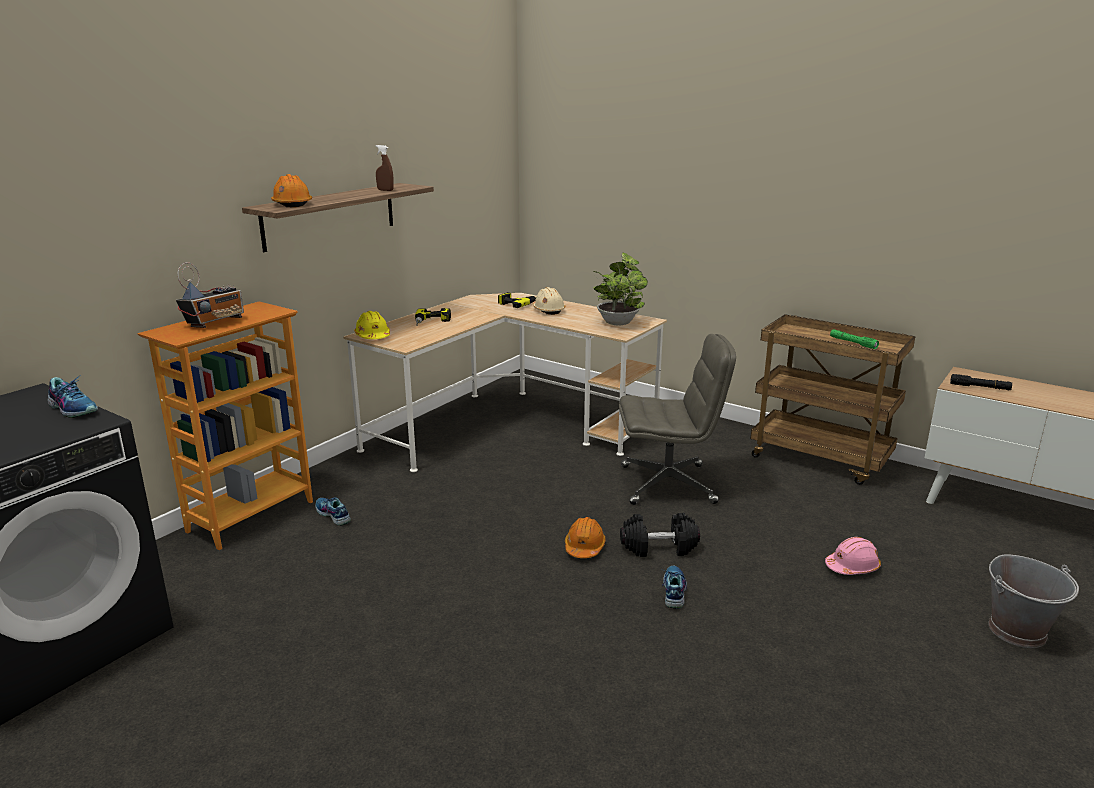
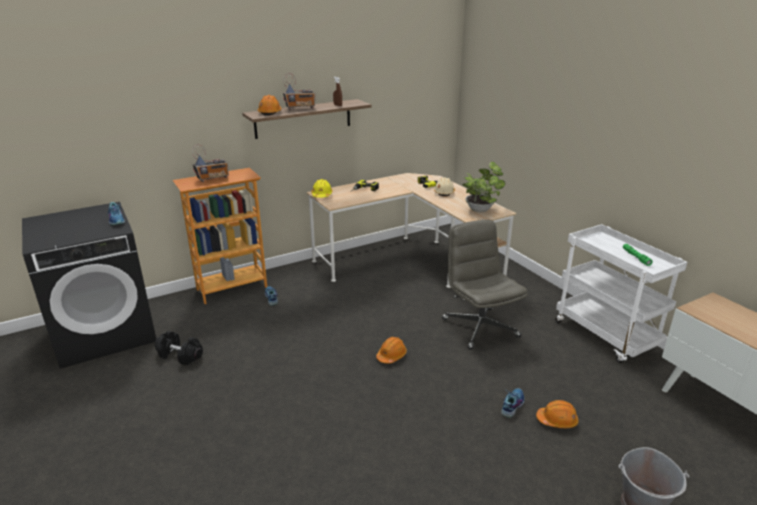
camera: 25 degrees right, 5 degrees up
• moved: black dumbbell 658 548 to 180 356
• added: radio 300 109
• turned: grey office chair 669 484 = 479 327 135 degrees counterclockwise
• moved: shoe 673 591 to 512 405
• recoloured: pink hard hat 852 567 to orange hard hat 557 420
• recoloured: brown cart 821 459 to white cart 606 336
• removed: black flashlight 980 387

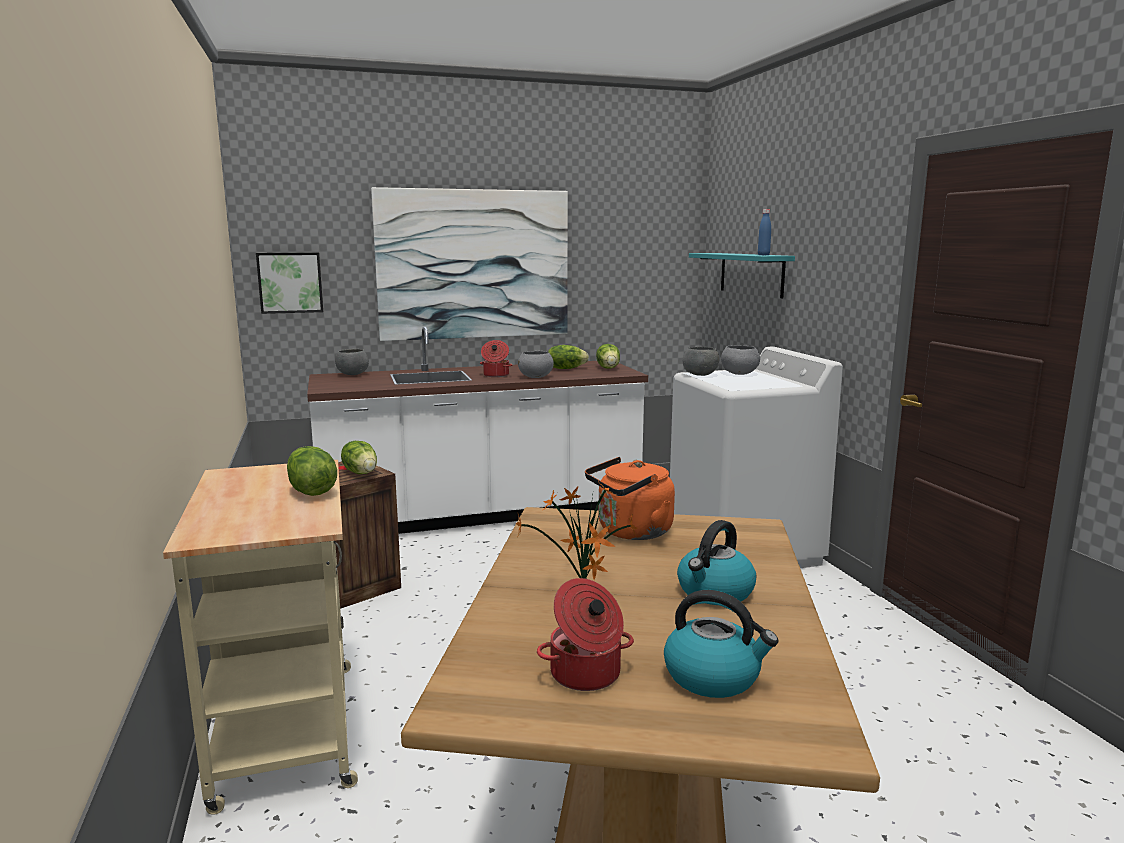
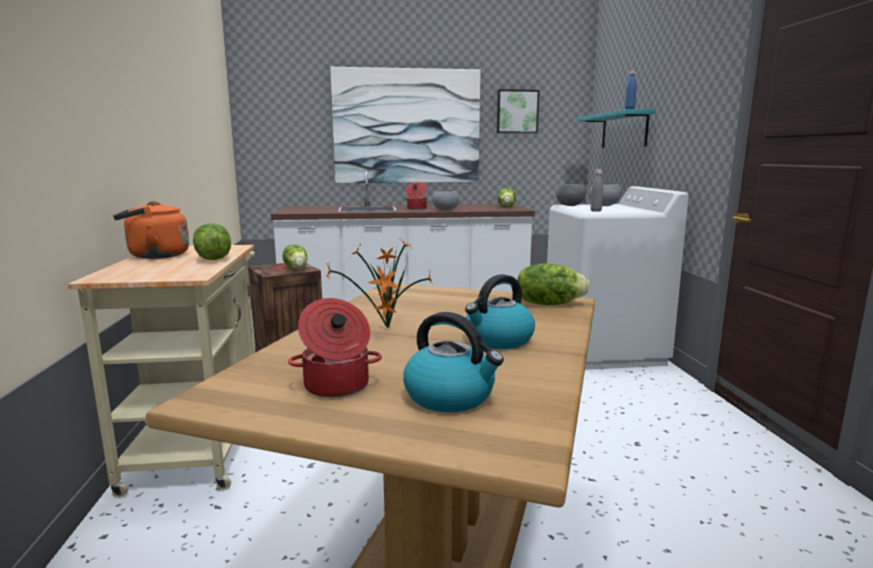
camera: 10 degrees right, 0 degrees up
• moved: orange kettle 631 532 to 155 256
• moved: picture 290 282 to 517 111
• moved: lettuce 566 368 to 548 304
• added: grey bottle 595 211
• removed: grey bowl 352 374

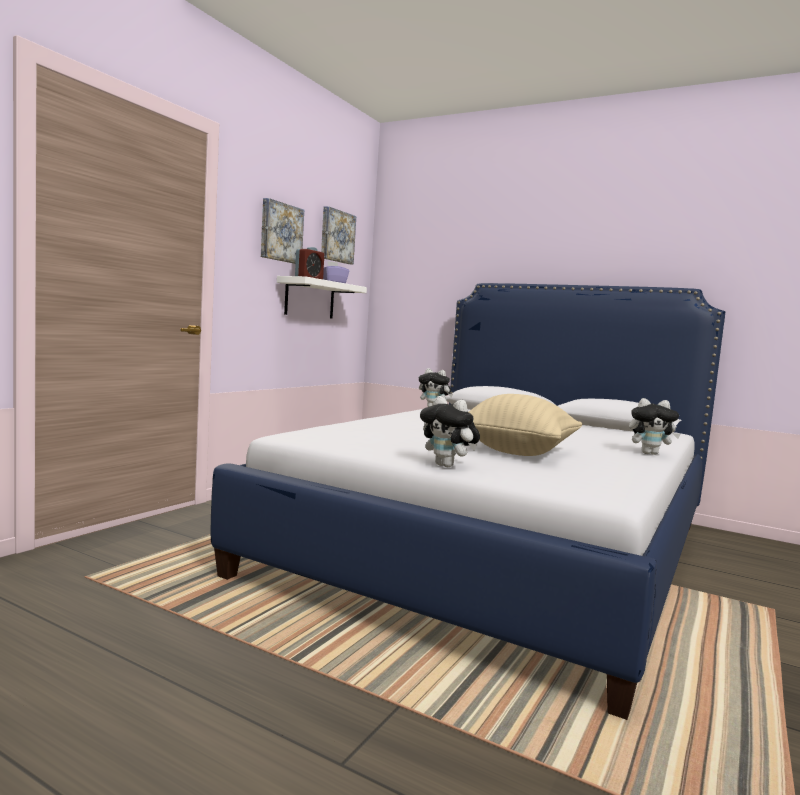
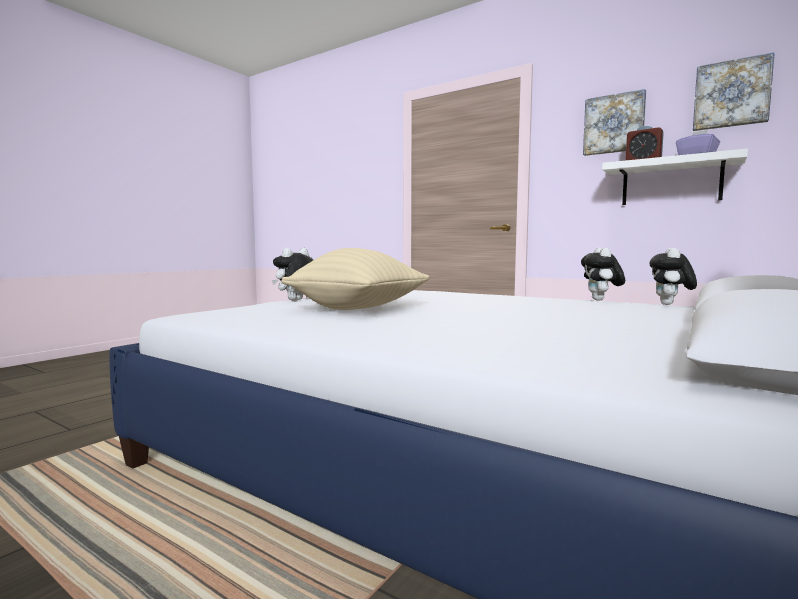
camera: 95 degrees right, 0 degrees up
• moved: plush toy 650 453 to 601 300

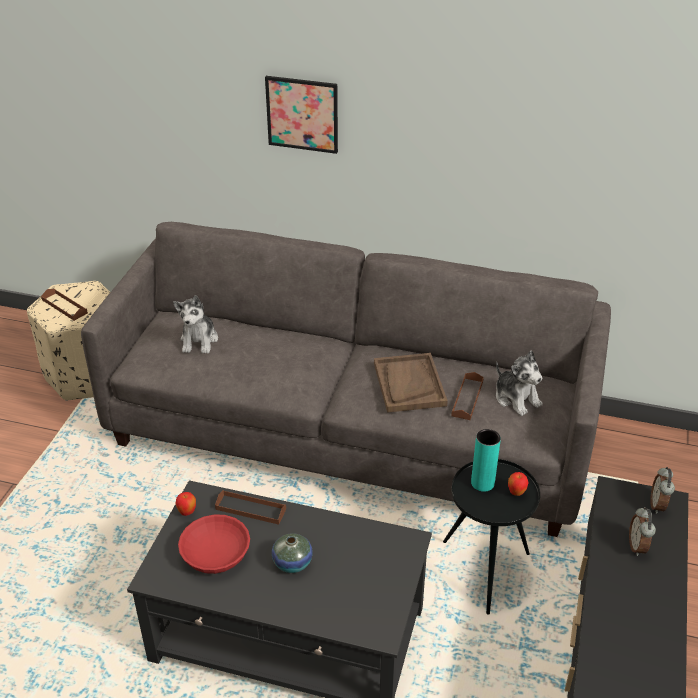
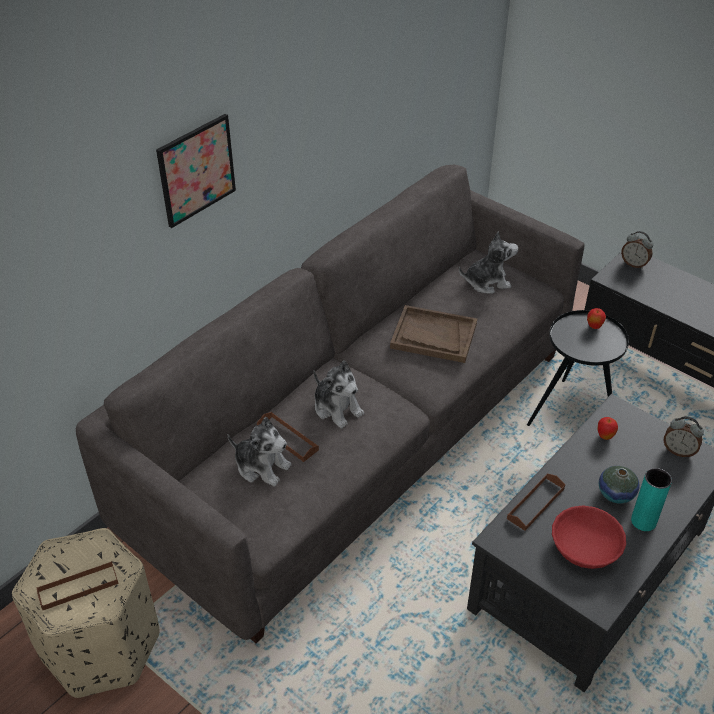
camera: 65 degrees left, 5 degrees up
• moved: brown tray 467 398 to 287 438
• added: plush toy 337 408
• moved: apple 187 512 to 605 436
• moved: turquoise vase 482 483 to 643 521
• moved: alarm clock 638 546 to 678 451

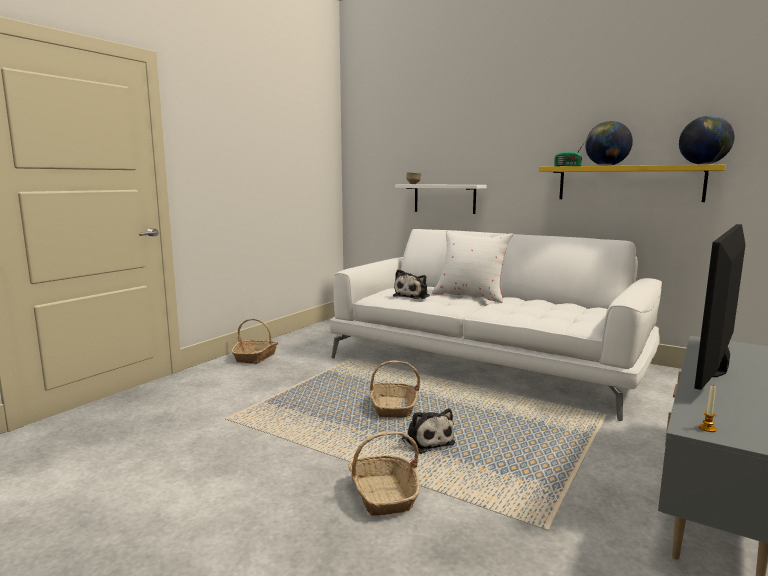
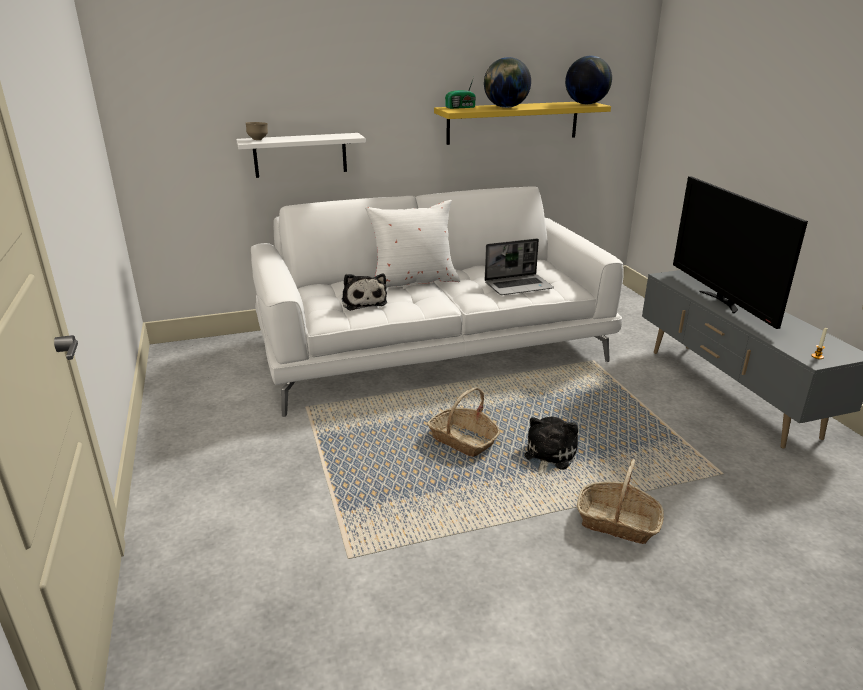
camera: 50 degrees left, 15 degrees up
• added: laptop 519 286
• turned: plush toy 426 440 = 548 456 75 degrees counterclockwise
• removed: basket 256 357

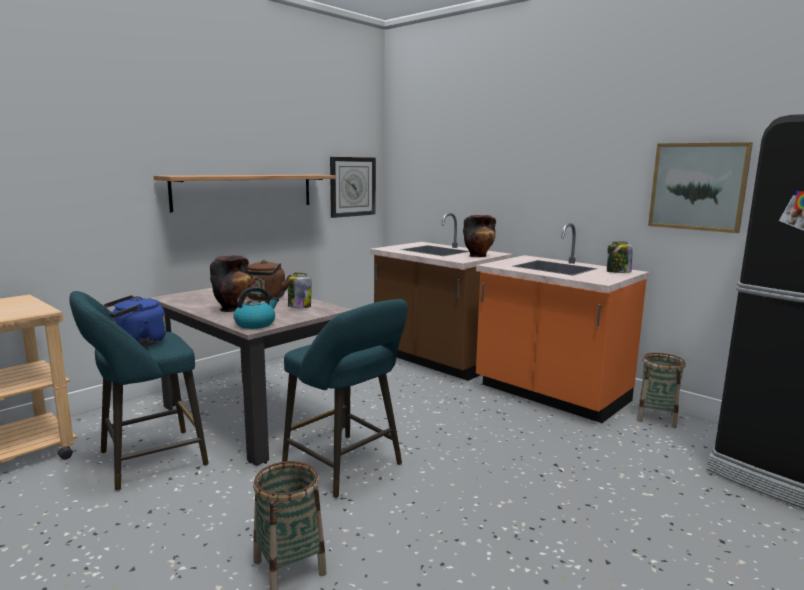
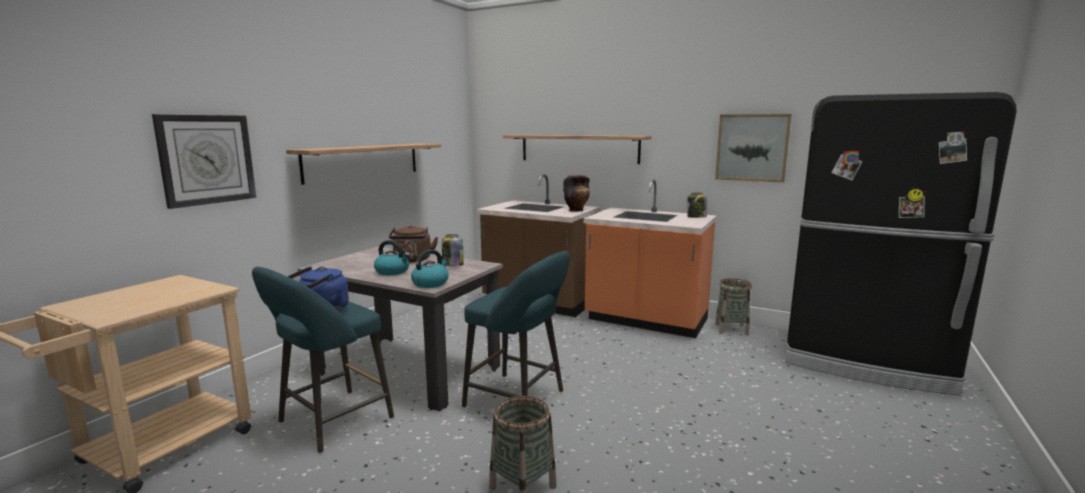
camera: 15 degrees left, 0 degrees up
• moved: wall clock 352 186 to 207 159
• replaced: vase 232 308 to kettle 393 271
• added: shelf 578 148

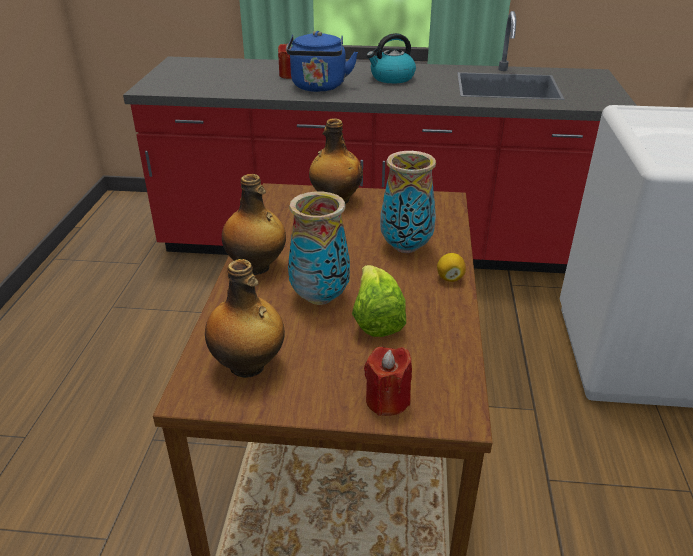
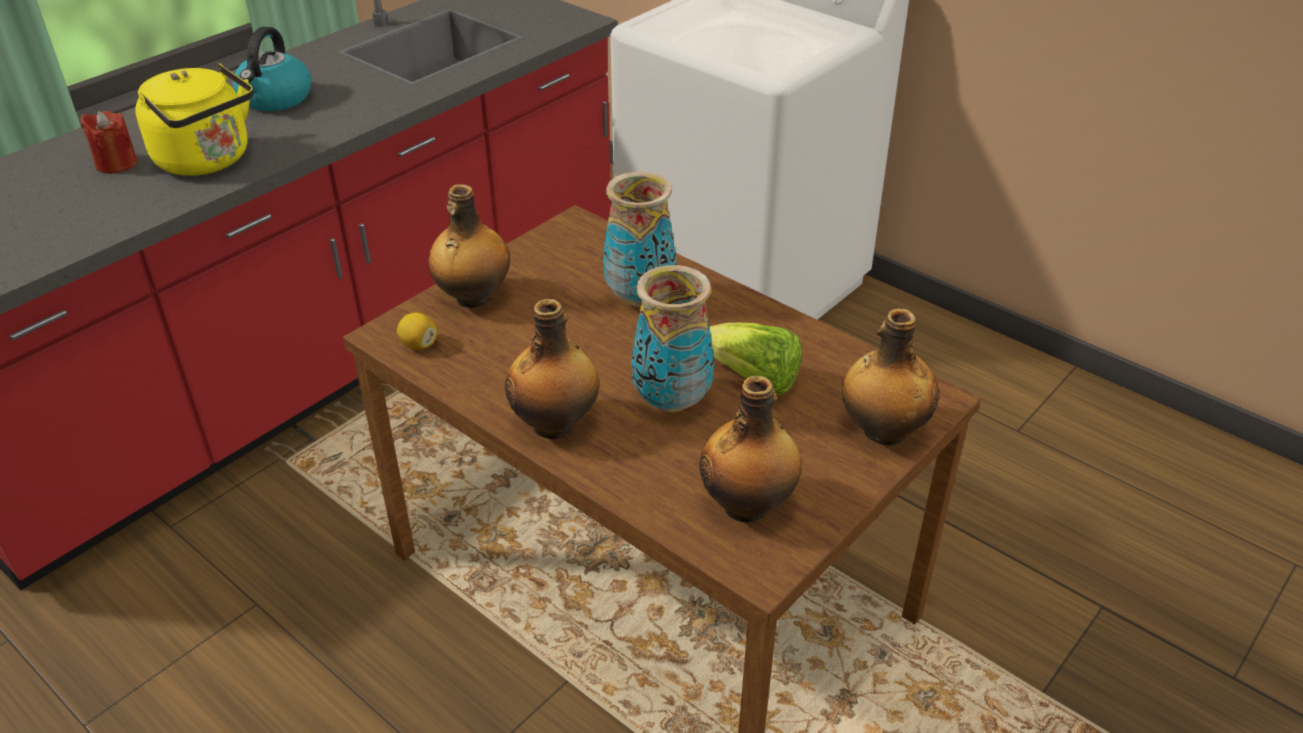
camera: 55 degrees left, 5 degrees up
• recoloured: blue kettle 319 87 to yellow kettle 208 161
• moved: lemon 450 278 to 419 345
• replaced: red candle 387 400 to bottle 882 431

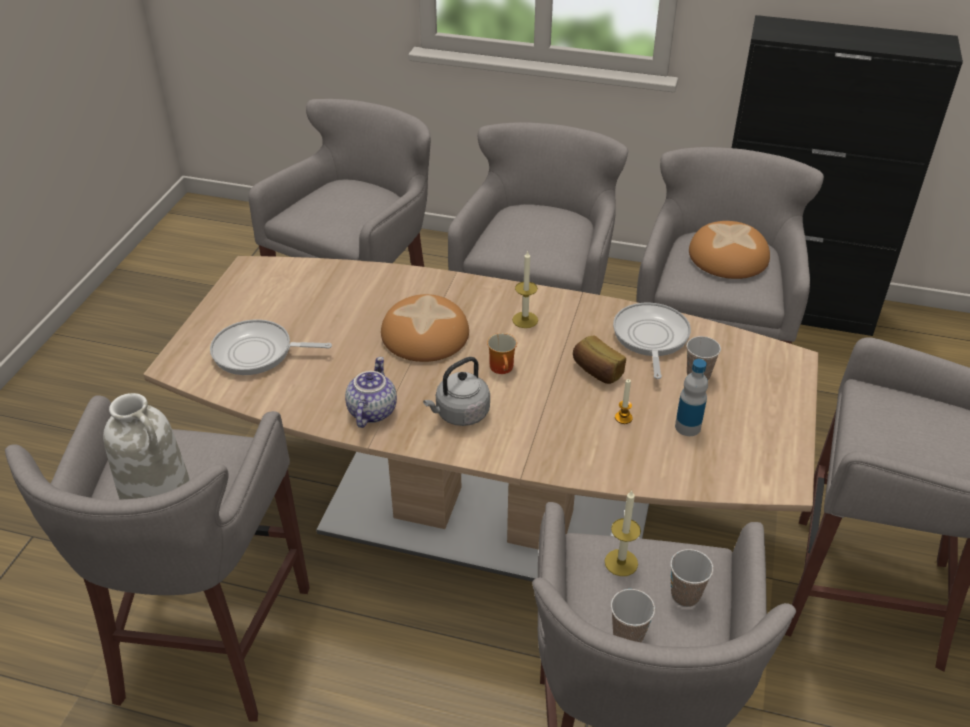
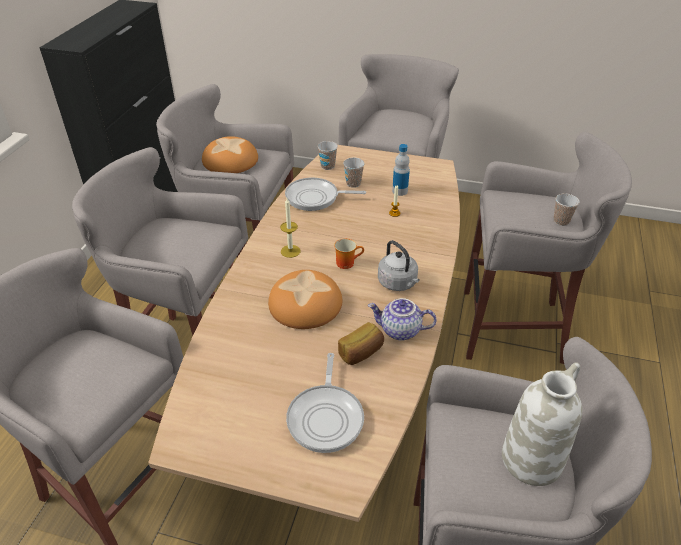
camera: 90 degrees left, 0 degrees up
• moved: cup 685 595 to 327 166
• moved: bread 596 371 to 361 353
• removed: candle 621 562

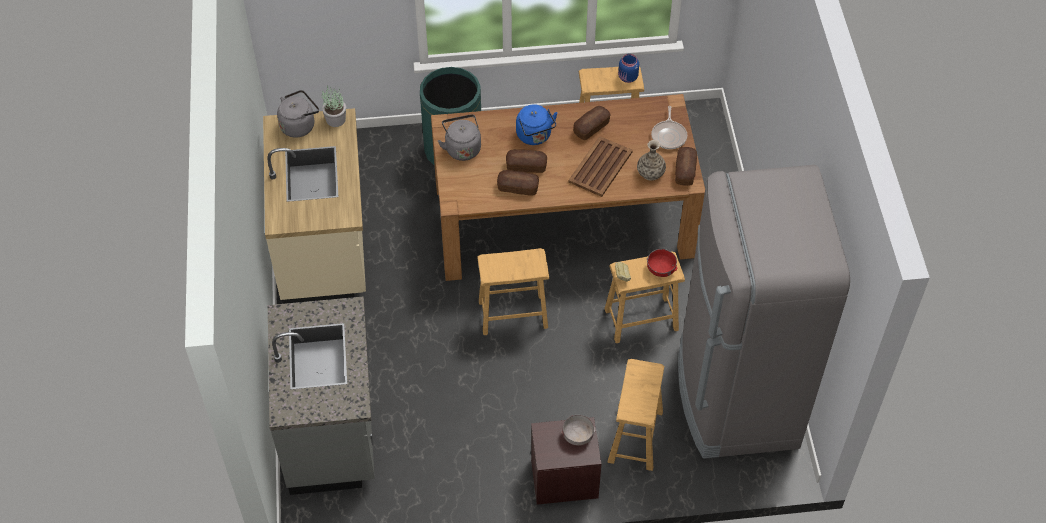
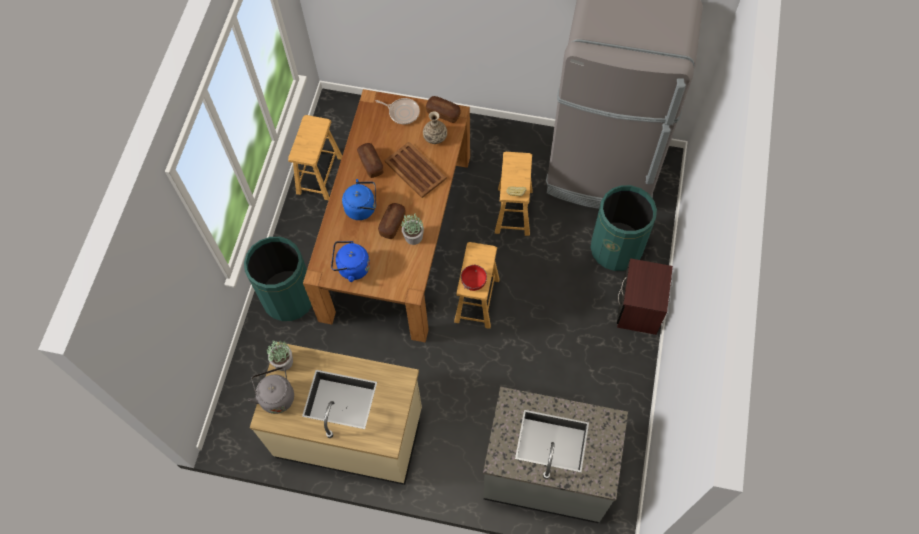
camera: 70 degrees left, 10 degrees up
• recoloured: grey kettle 462 148 to blue kettle 351 268
• replaced: bread 518 188 to potted plant 413 237
• moved: red bowl 660 268 to 473 281
• replaced: brown stool 635 437 to green trash can 616 248
• removed: grey bowl 577 435
• removed: blue jar 627 78

